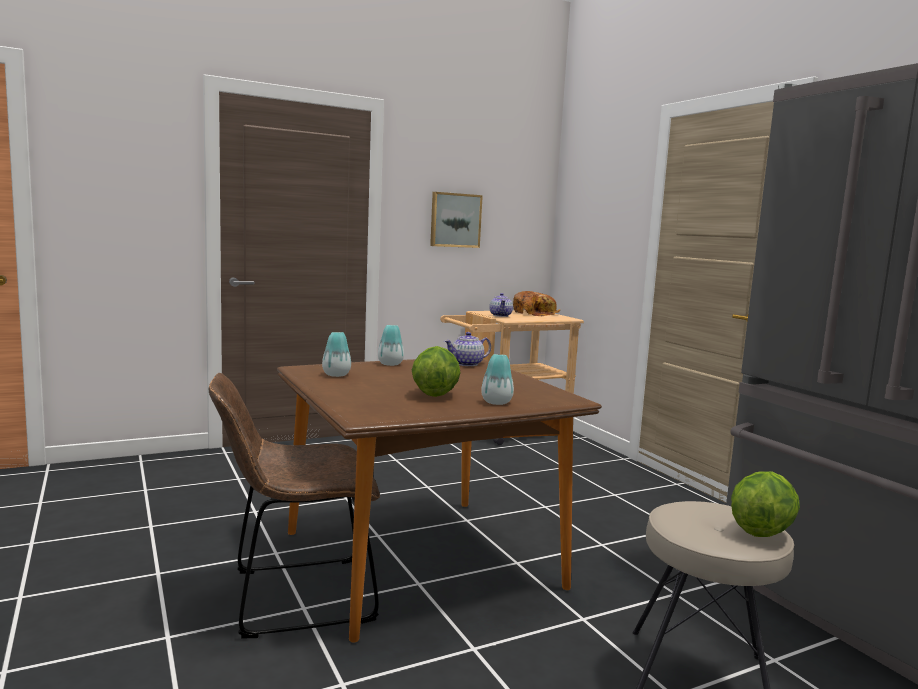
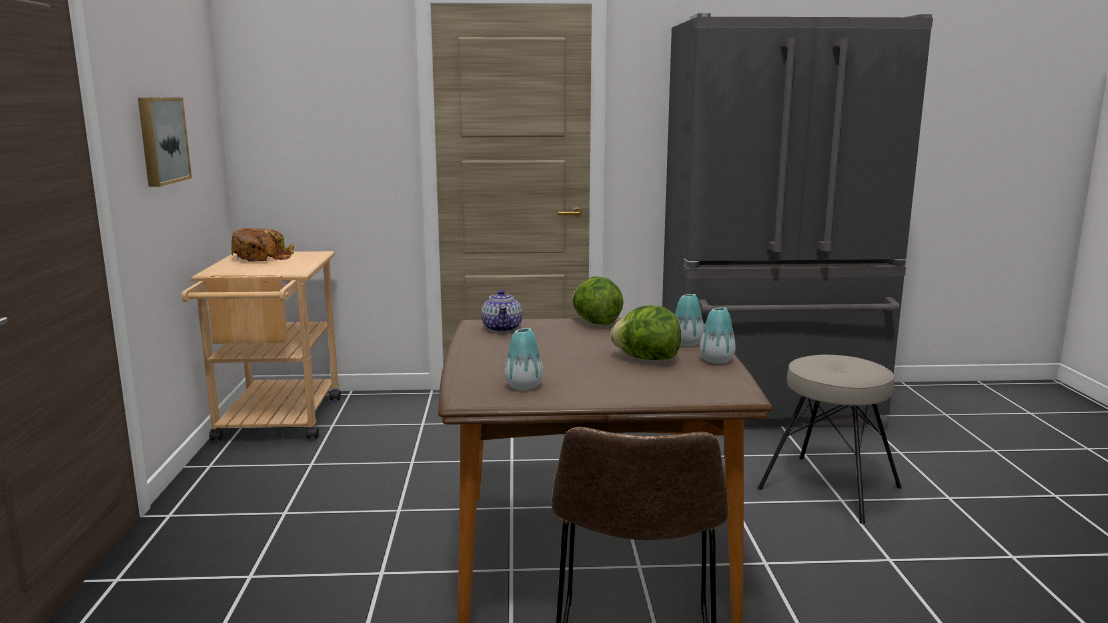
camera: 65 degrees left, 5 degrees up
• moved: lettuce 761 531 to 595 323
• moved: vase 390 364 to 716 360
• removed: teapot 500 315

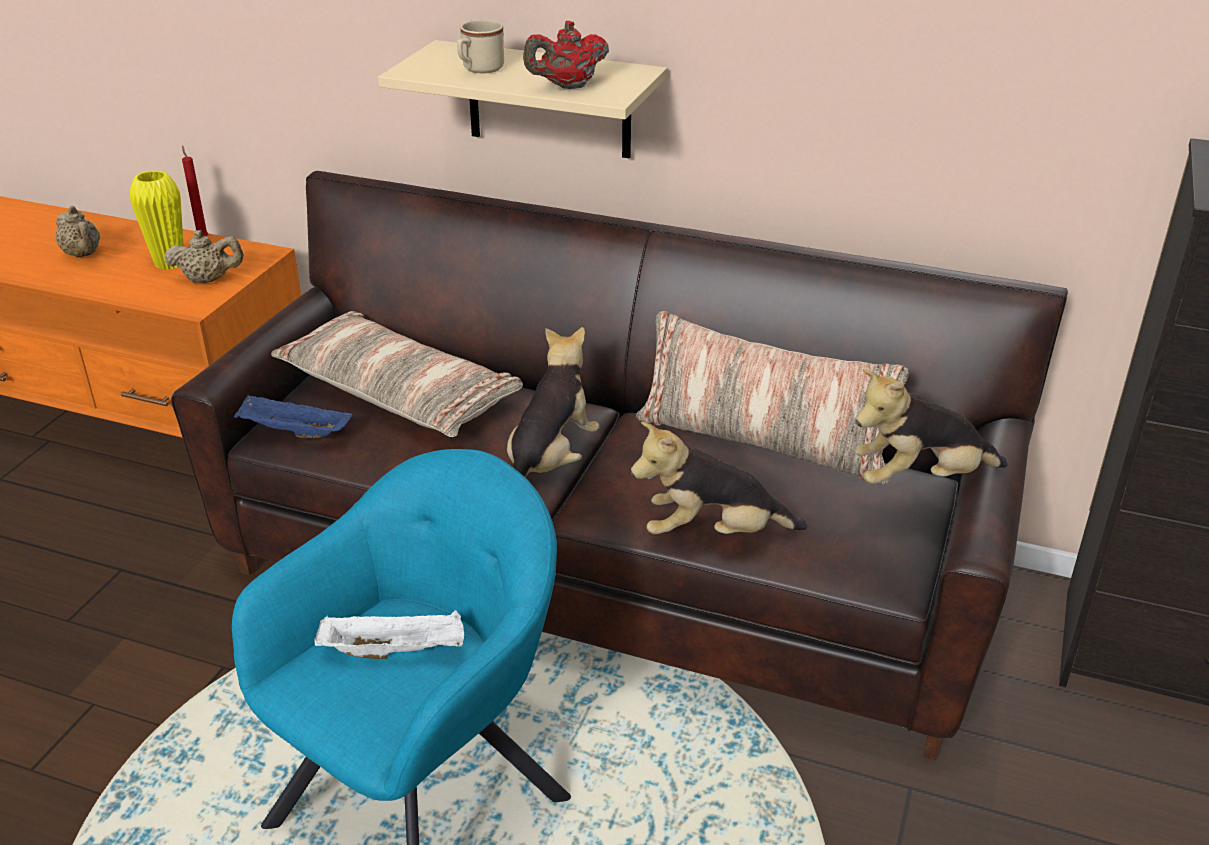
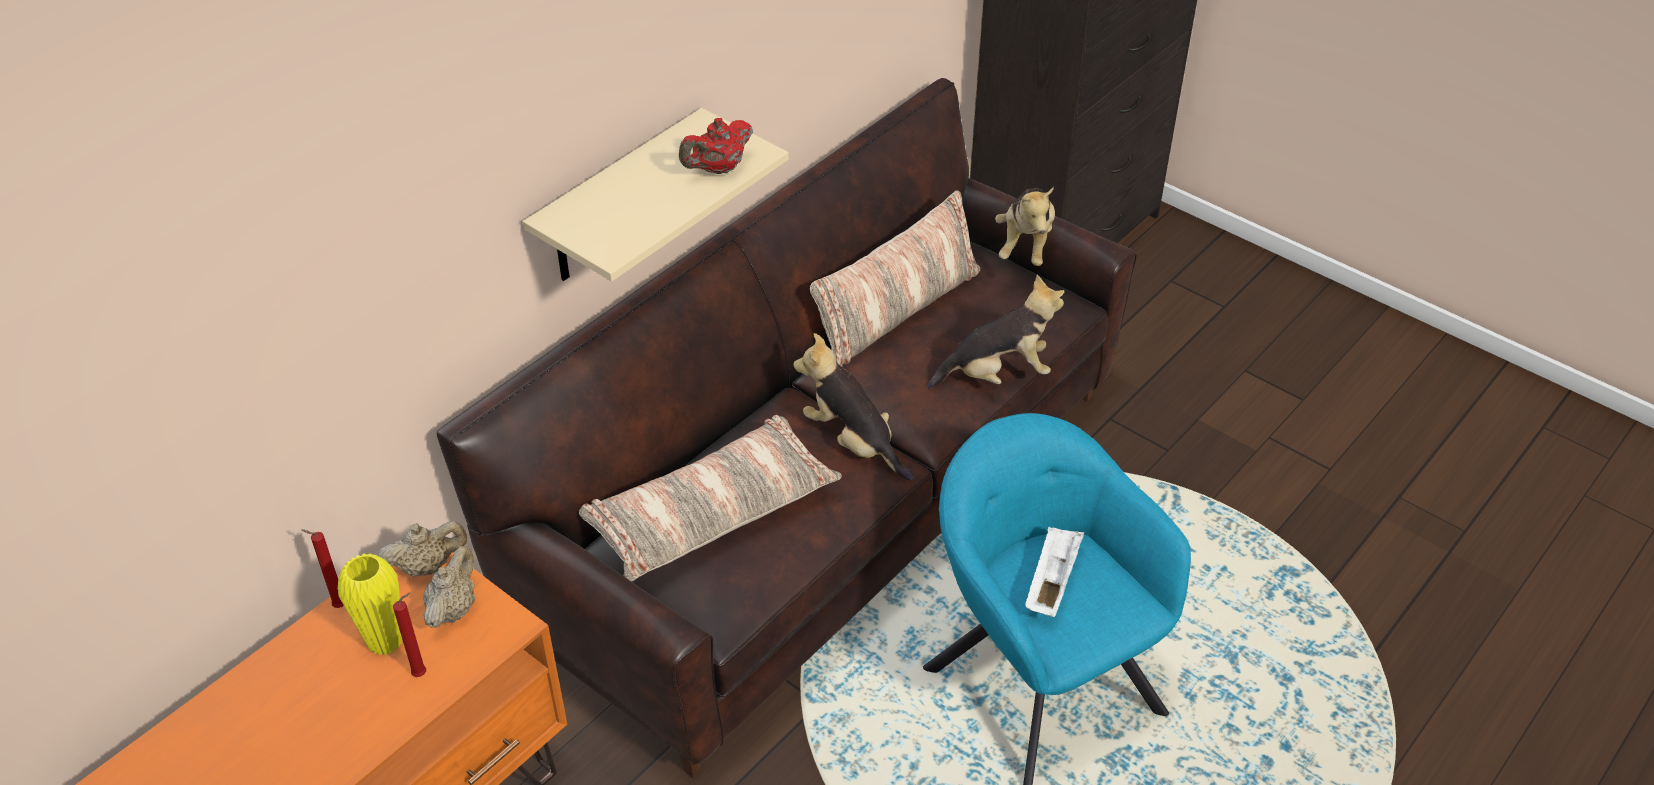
camera: 70 degrees left, 10 degrees up
• moved: beige teapot 83 255 to 427 566
• added: red candle 422 674
• turned: red teapot 567 86 = 718 169 60 degrees clockwise
• turned: plush toy 712 533 = 997 374 120 degrees counterclockwise
• removed: blue tray 293 432
• removed: beige mug 479 69

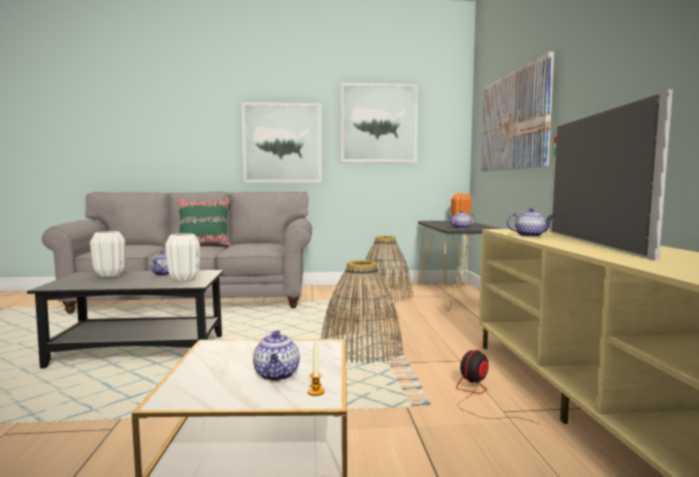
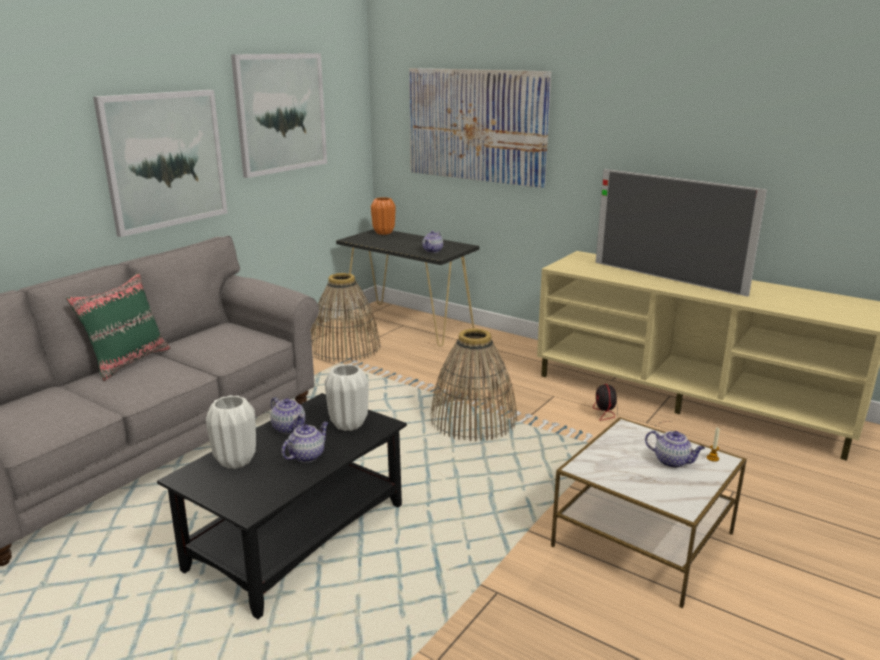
camera: 50 degrees left, 15 degrees up
• moved: teapot 530 235 to 307 455

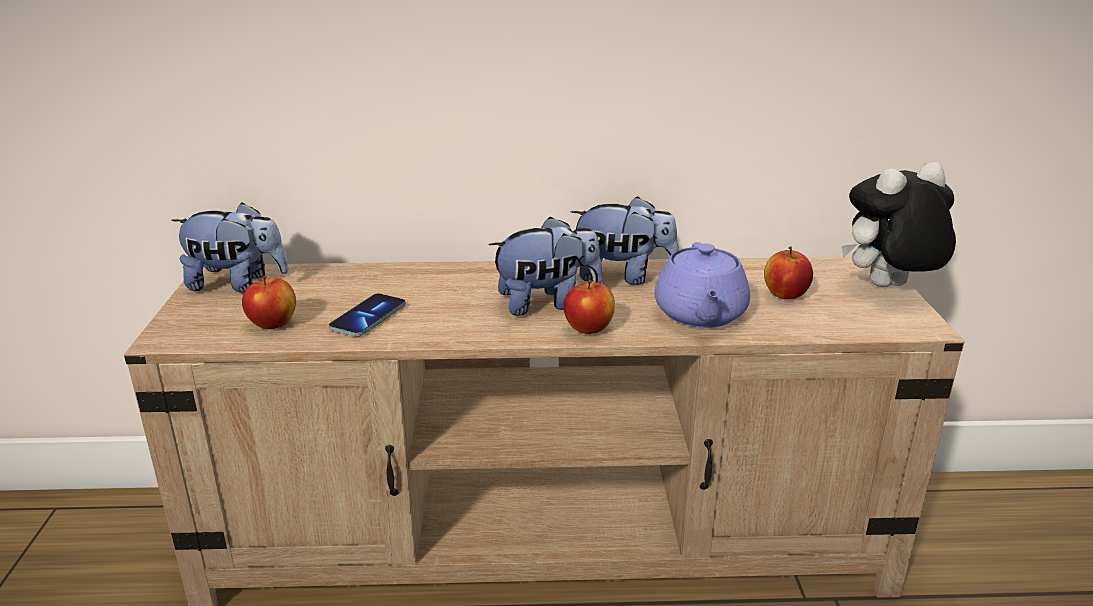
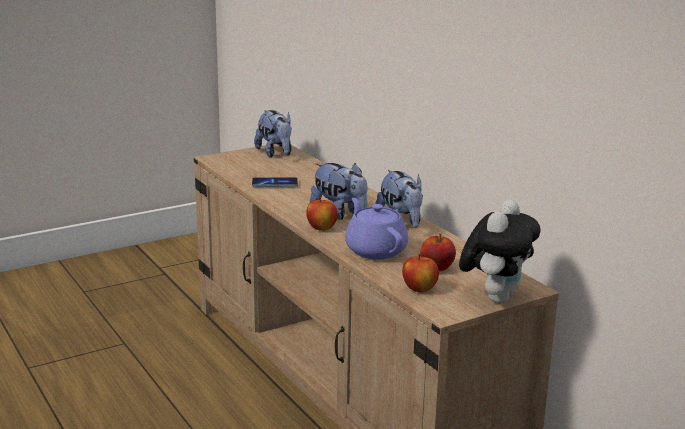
camera: 60 degrees right, 5 degrees down
• turned: purple teapot 700 315 = 375 250 90 degrees clockwise
• moved: apple 273 324 to 419 289
• turned: plush toy 888 288 = 495 297 75 degrees clockwise

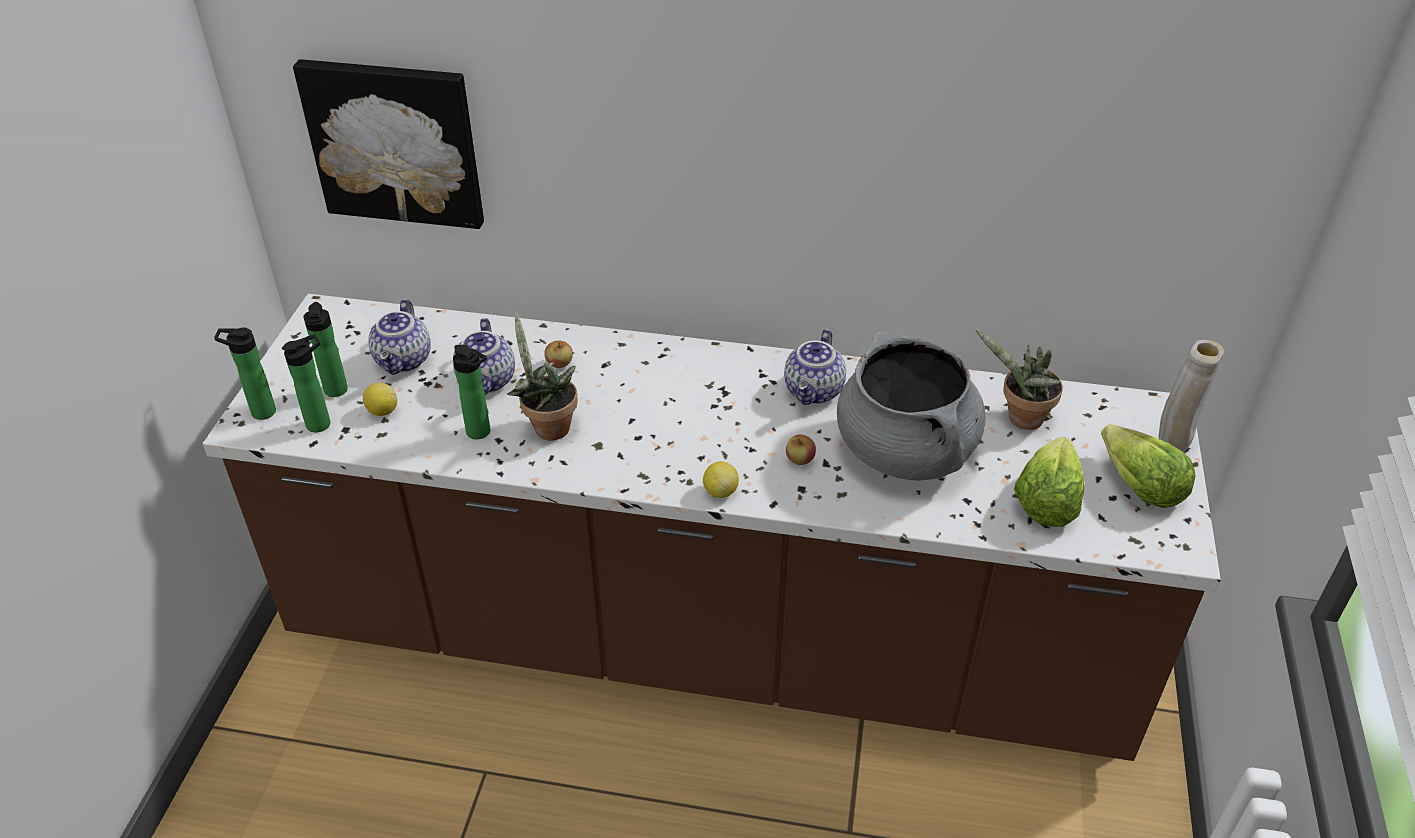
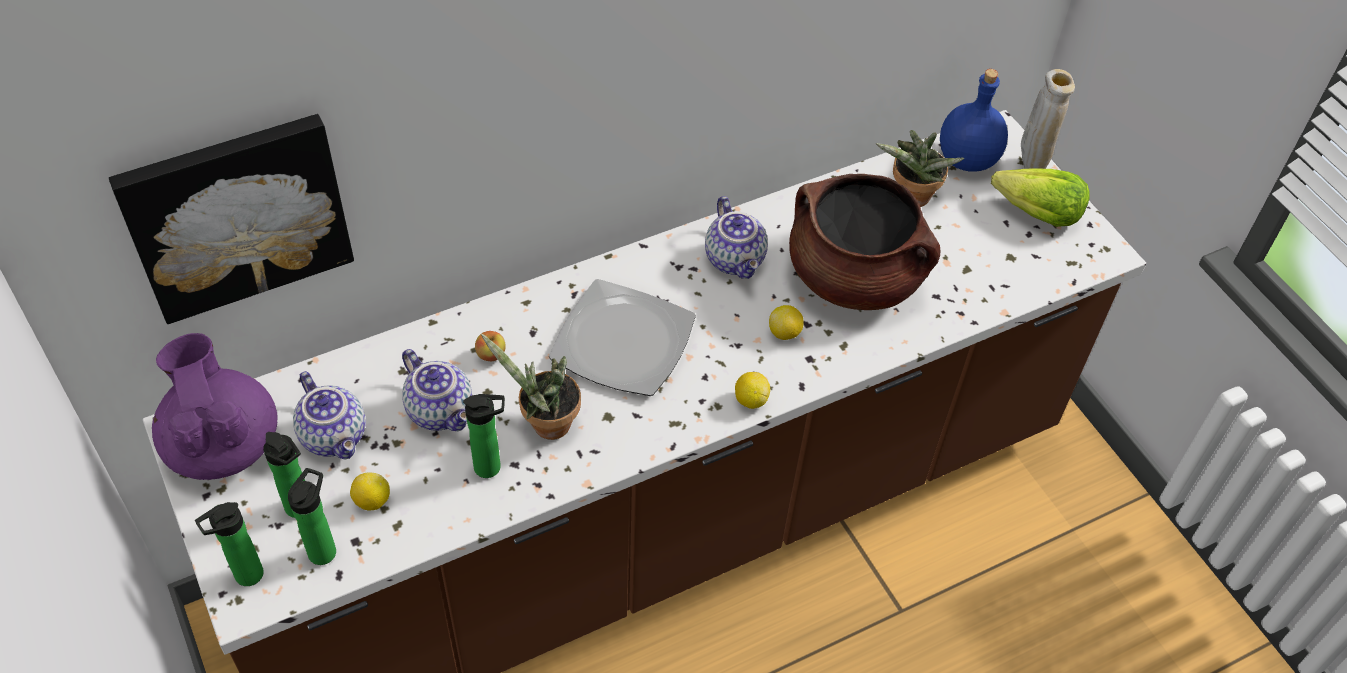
camera: 40 degrees left, 10 degrees up
• added: purple teapot 222 444
• added: plate 621 342
• replaced: apple 800 460 to lemon 784 333
• recoloured: grey cooking pot 905 451 to brown cooking pot 855 277
• added: blue bottle 966 160
• removed: lettuce 1046 500

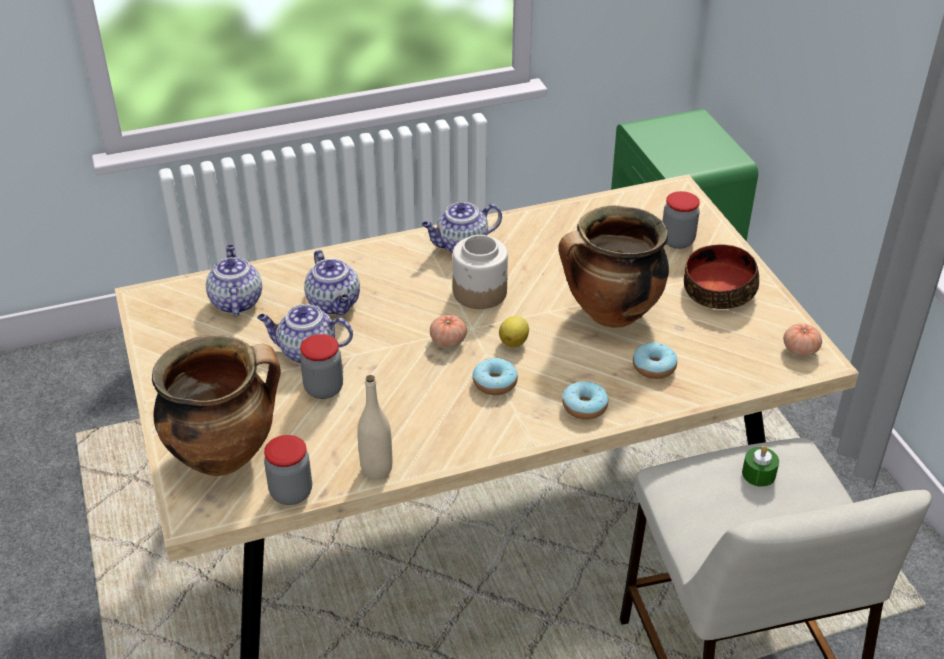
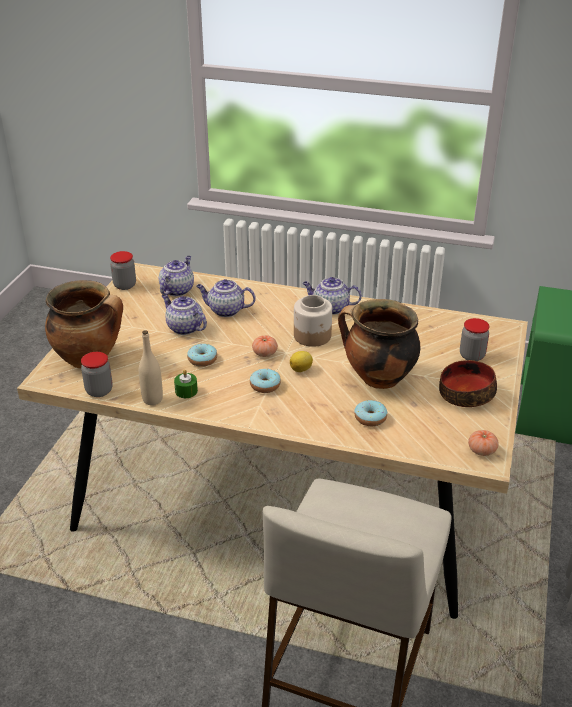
camera: 35 degrees right, 5 degrees down
• moved: jar 323 389 to 125 285
• moved: green candle 758 474 to 186 391
• moved: donut 584 407 to 202 360
• turned: teapot 335 304 = 225 310 90 degrees clockwise

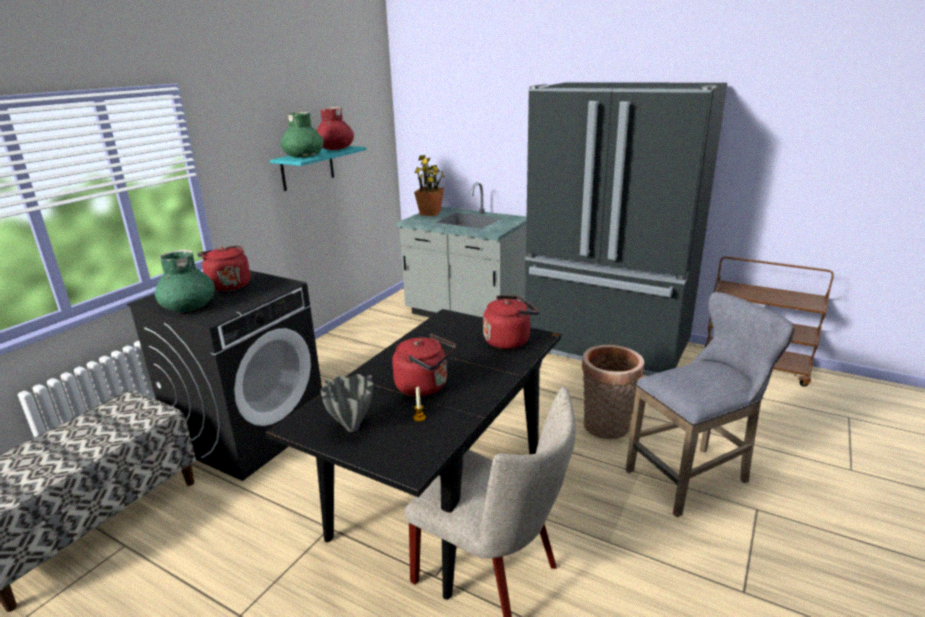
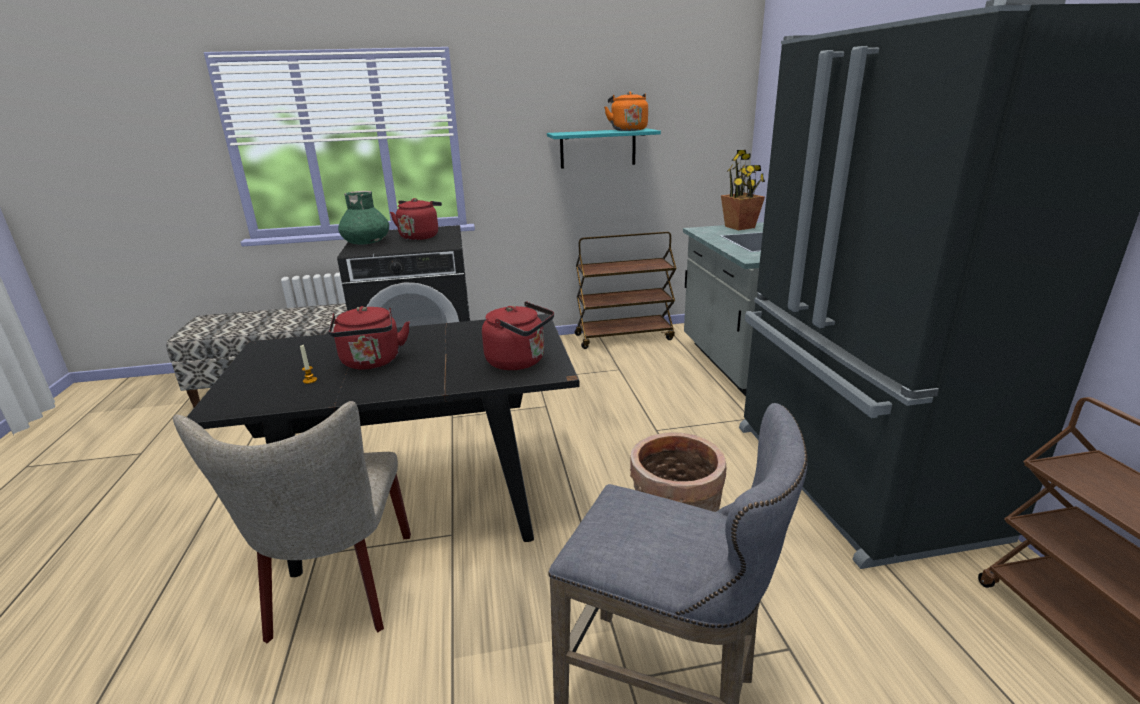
camera: 50 degrees right, 0 degrees up
• added: brown cart 624 337
• replaced: red vase 335 149 to orange kettle 628 130
• removed: green vase 304 157
• removed: grey vase 351 428

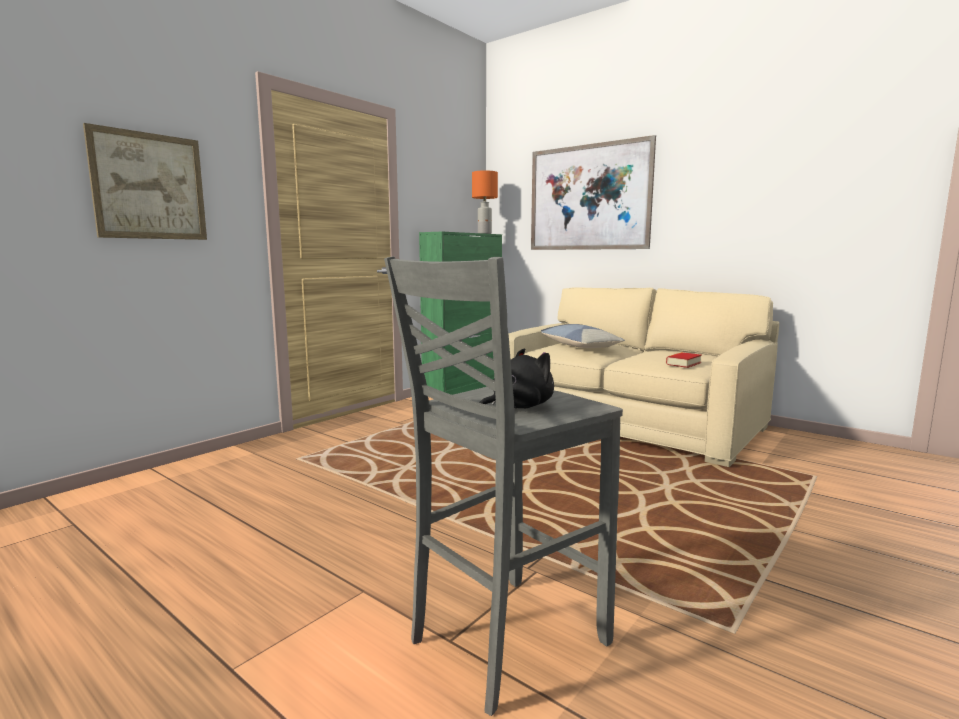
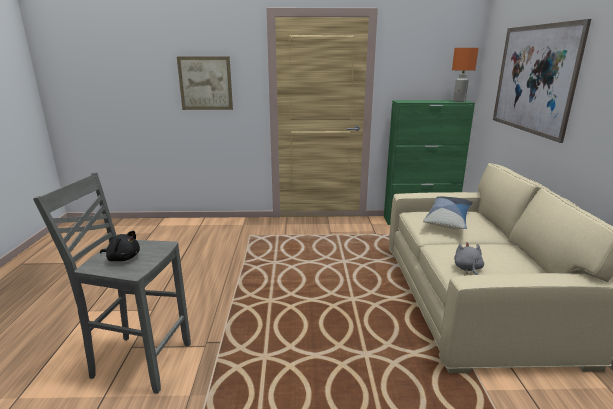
camera: 50 degrees right, 10 degrees up
• replaced: book 683 363 to grey plush toy 467 269

